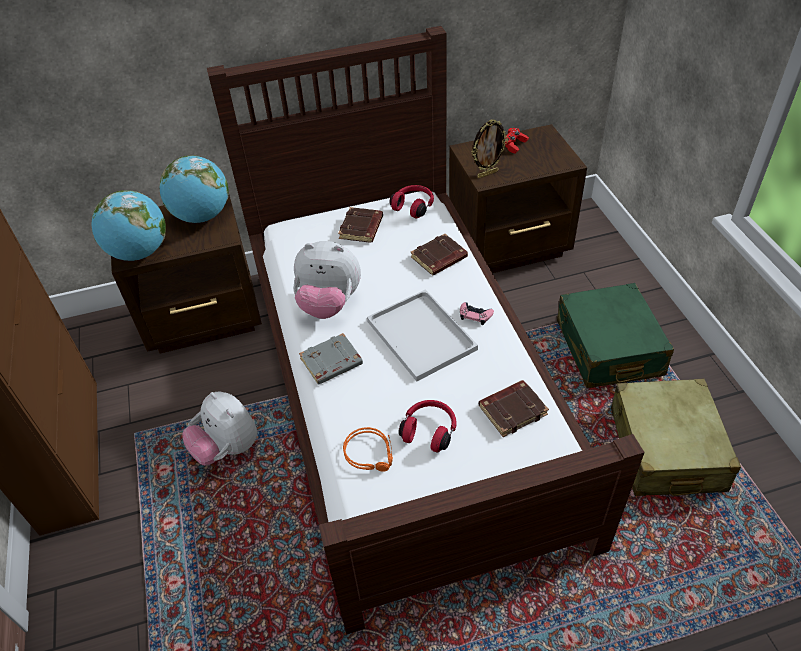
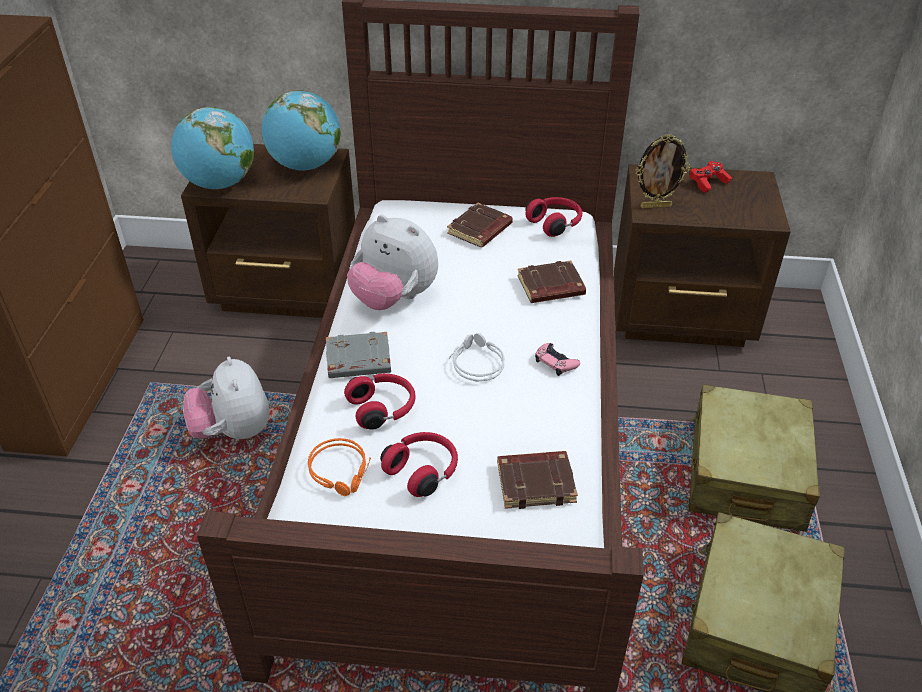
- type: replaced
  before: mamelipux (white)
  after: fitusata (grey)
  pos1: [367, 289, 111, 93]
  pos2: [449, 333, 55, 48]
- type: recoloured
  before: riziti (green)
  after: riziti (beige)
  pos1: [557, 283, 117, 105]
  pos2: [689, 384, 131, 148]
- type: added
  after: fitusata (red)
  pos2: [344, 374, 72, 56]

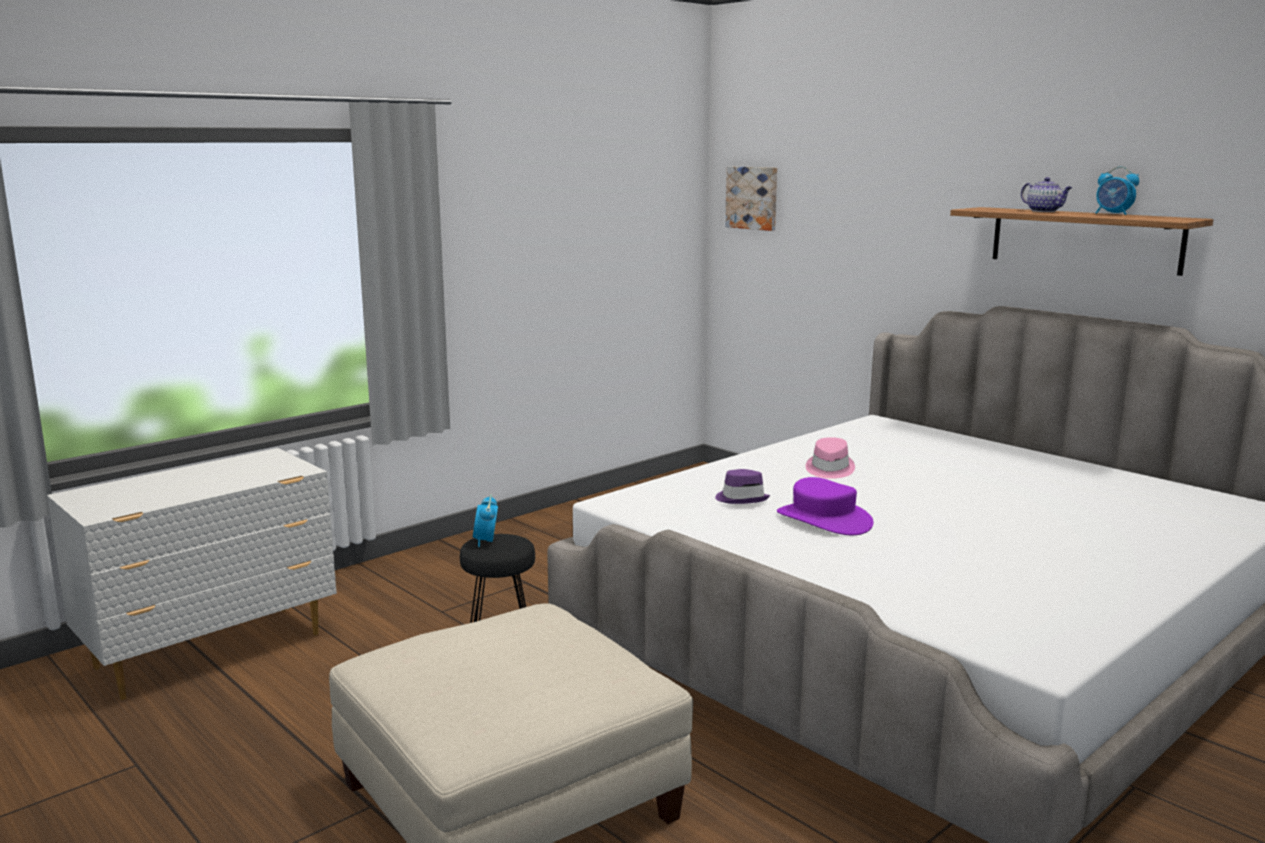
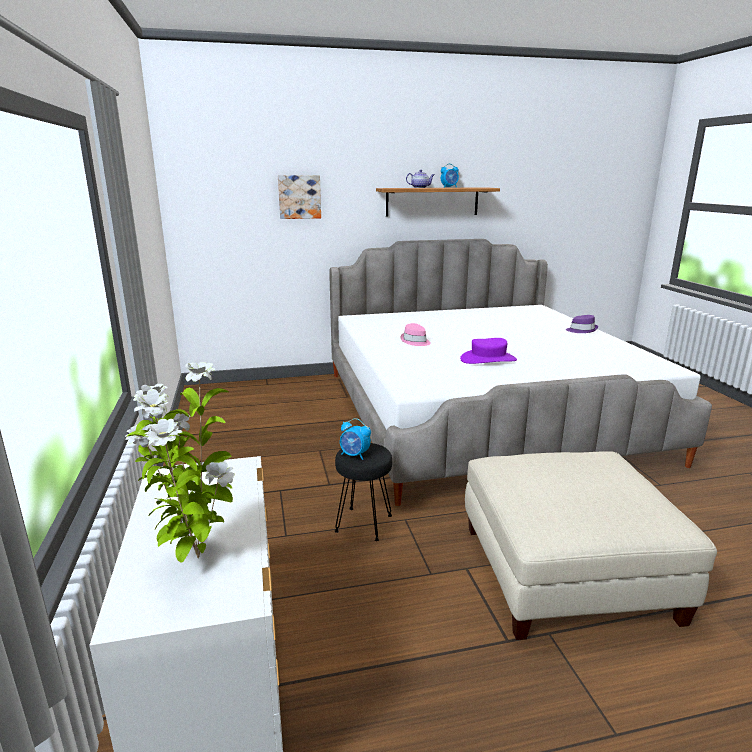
- type: moved
  before: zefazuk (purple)
  pos1: [715, 469, 55, 35]
  pos2: [566, 315, 32, 18]
- type: moved
  before: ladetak
  pos1: [725, 166, 52, 65]
  pos2: [278, 175, 43, 44]
- type: added
  after: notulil
  pos2: [125, 362, 110, 201]

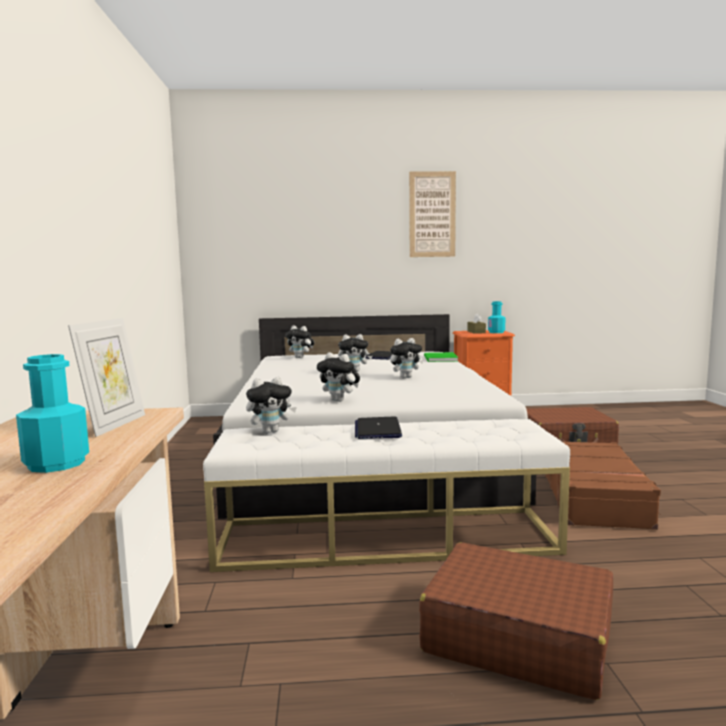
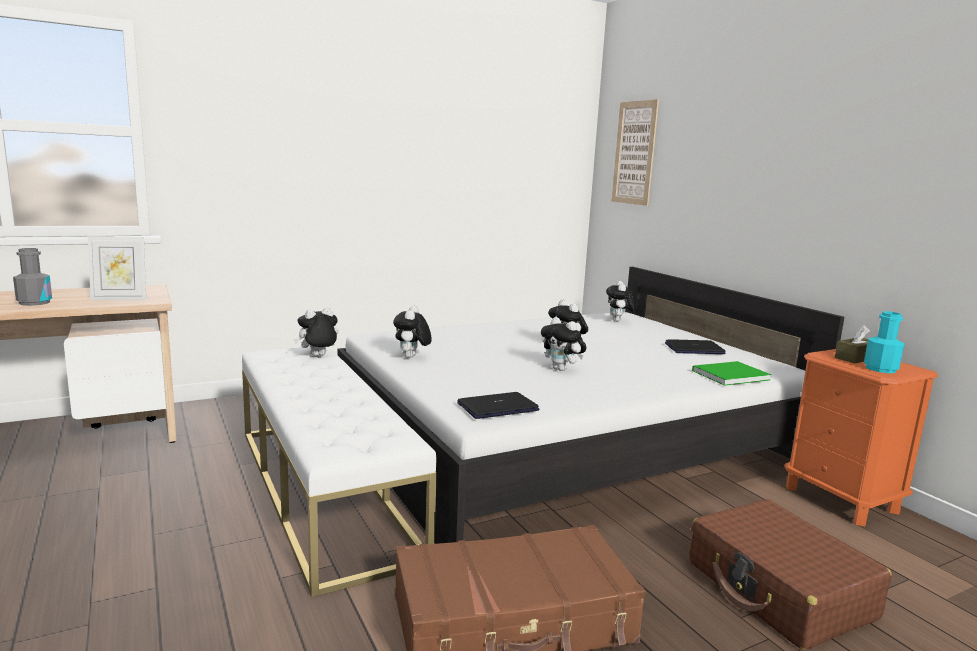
- type: recoloured
  before: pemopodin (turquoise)
  after: pemopodin (grey)
  pos1: [16, 354, 73, 119]
  pos2: [13, 248, 39, 58]
- type: turned
  before: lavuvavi
  pos1: [246, 377, 51, 57]
  pos2: [294, 307, 44, 49]
  turn: 105
- type: moved
  before: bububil
  pos1: [355, 417, 47, 22]
  pos2: [457, 392, 82, 27]
- type: moved
  before: ladetak
  pos1: [409, 171, 47, 86]
  pos2: [611, 99, 48, 107]
- type: removed
  before: riziti (brown)
  pos1: [419, 542, 194, 158]

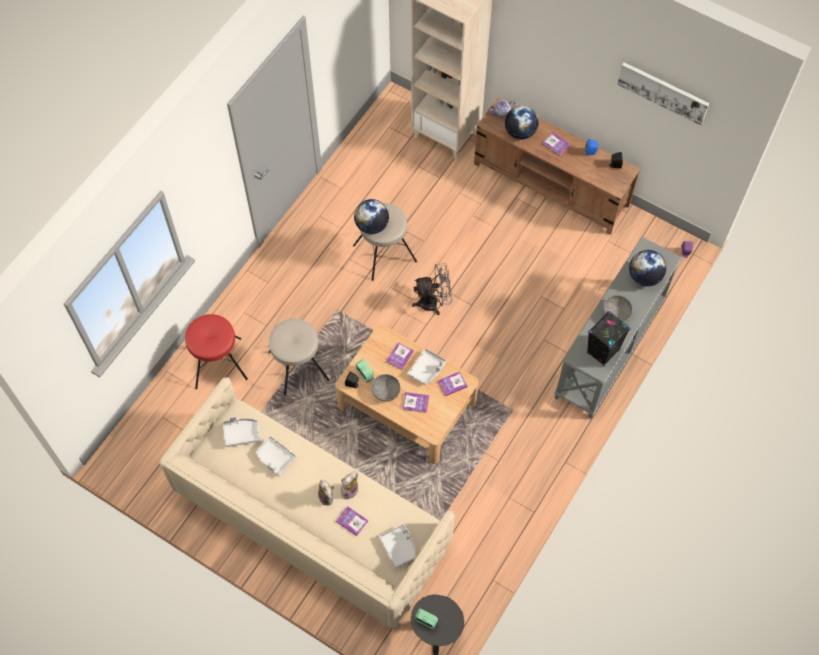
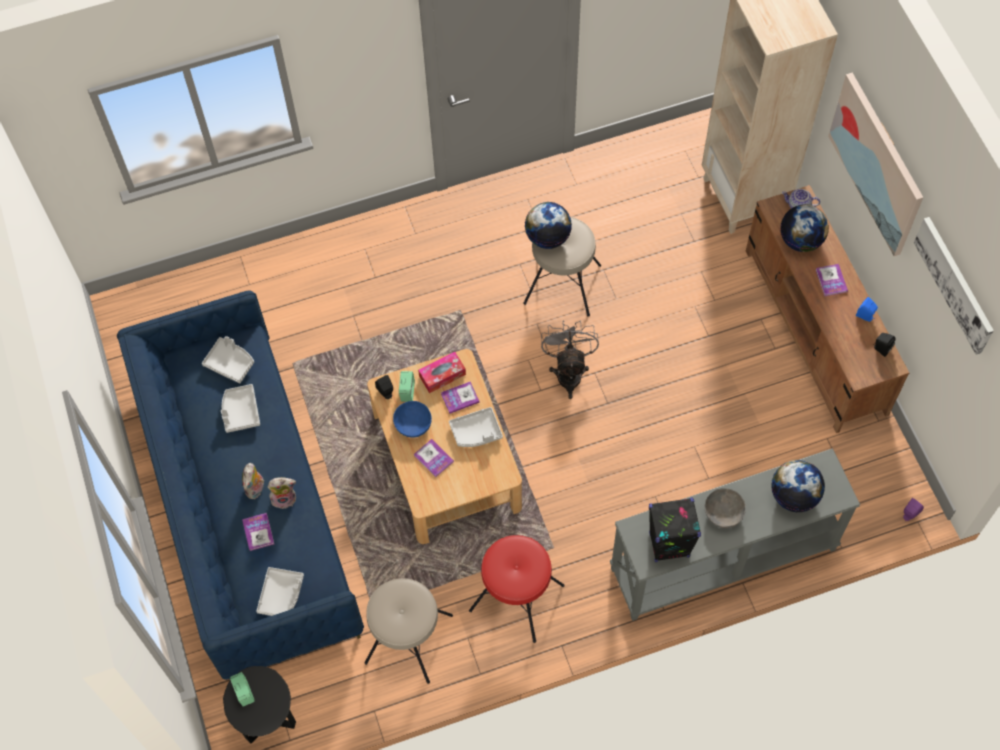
- type: recoloured
  before: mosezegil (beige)
  after: mosezegil (blue)
  pos1: [159, 377, 296, 252]
  pos2: [117, 290, 247, 390]
- type: moved
  before: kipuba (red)
  pos1: [185, 314, 63, 75]
  pos2: [469, 535, 96, 108]
- type: moved
  before: kipuba (beige)
  pos1: [268, 318, 61, 78]
  pos2: [364, 578, 89, 106]
- type: recoloured
  before: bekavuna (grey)
  after: bekavuna (blue)
  pos1: [371, 374, 29, 28]
  pos2: [393, 401, 39, 37]
- type: turned
  before: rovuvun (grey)
  pos1: [412, 263, 40, 52]
  pos2: [541, 320, 58, 79]
  turn: -120
- type: removed
  before: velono
  pos1: [438, 371, 30, 25]
- type: added
  after: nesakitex
  pos2: [418, 352, 48, 41]
- type: added
  after: ladetak
  pos2: [828, 73, 95, 183]

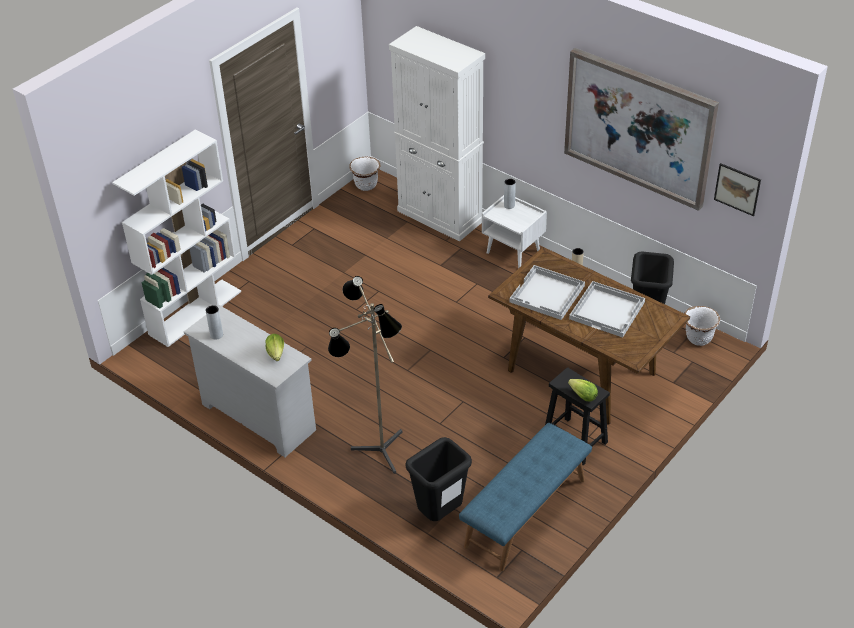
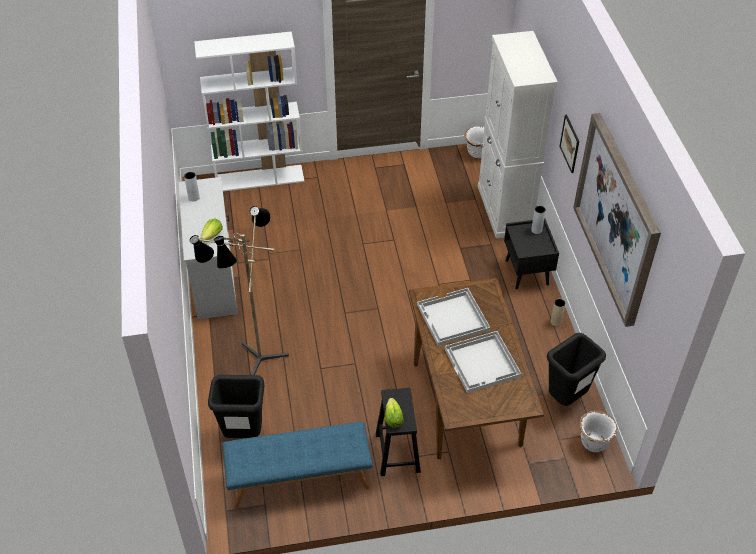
- type: recoloured
  before: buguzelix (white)
  after: buguzelix (black)
  pos1: [482, 195, 65, 74]
  pos2: [504, 218, 55, 72]
- type: moved
  before: ladetak
  pos1: [714, 163, 47, 53]
  pos2: [559, 115, 20, 58]

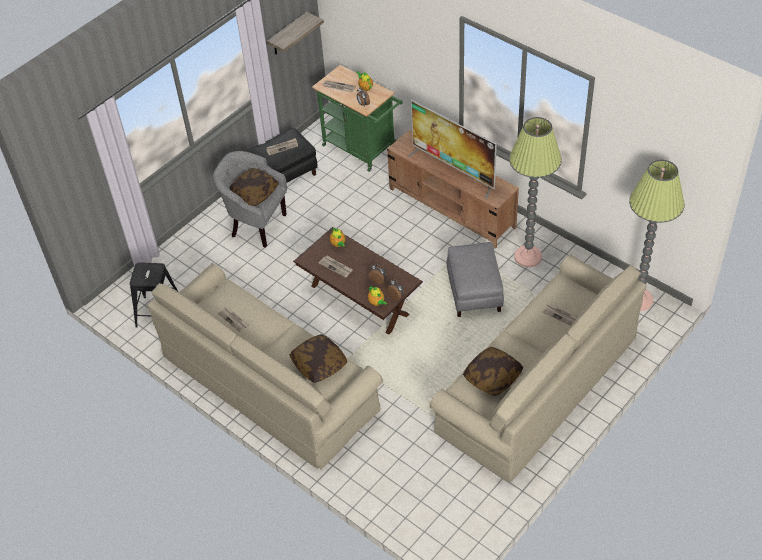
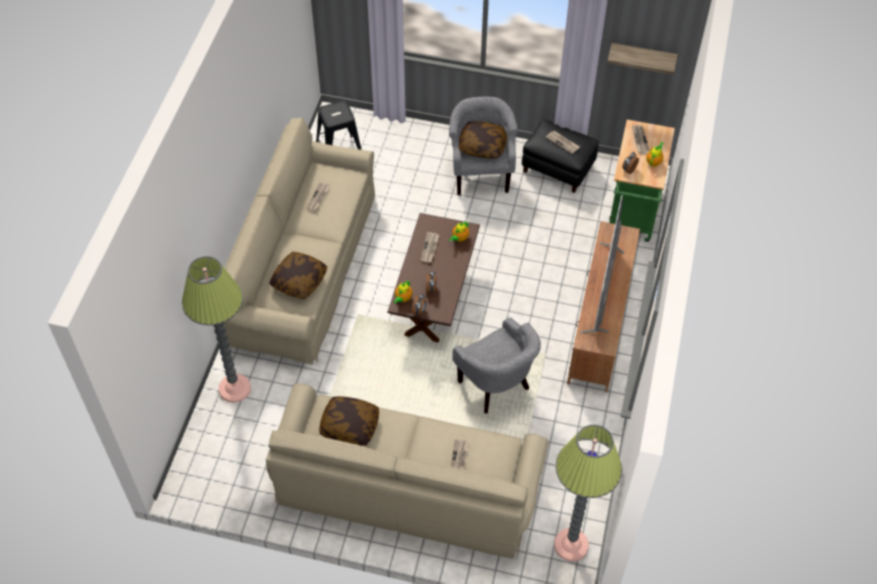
- type: replaced
  before: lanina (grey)
  after: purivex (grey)
  pos1: [447, 242, 57, 75]
  pos2: [452, 317, 89, 96]
- type: moved
  before: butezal
  pos1: [509, 117, 53, 150]
  pos2: [182, 256, 69, 147]

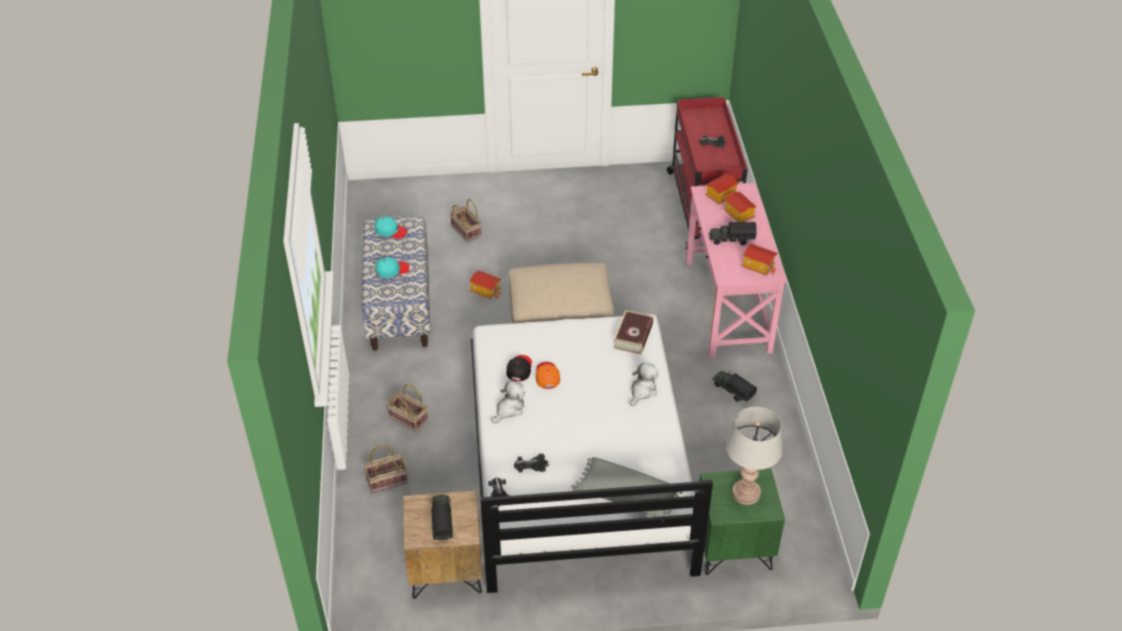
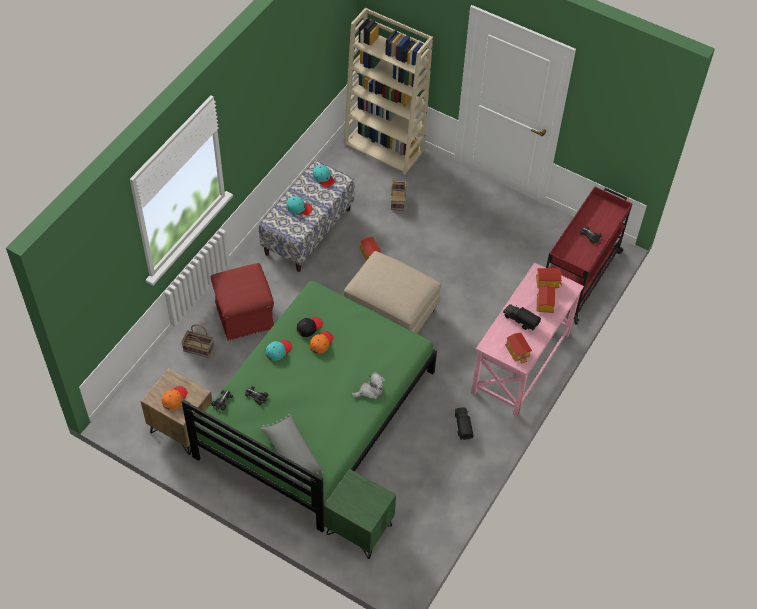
- type: replaced
  before: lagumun
  after: lanina (red)
  pos1: [386, 384, 42, 48]
  pos2: [211, 263, 63, 78]
- type: replaced
  before: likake
  after: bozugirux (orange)
  pos1: [430, 495, 23, 46]
  pos2: [162, 386, 26, 24]
- type: recoloured
  before: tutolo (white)
  after: tutolo (green)
  pos1: [471, 314, 242, 279]
  pos2: [182, 281, 255, 251]
- type: replaced
  before: lavuvavi
  after: bozugirux (turquoise)
  pos1: [491, 380, 34, 43]
  pos2: [266, 340, 26, 21]
- type: removed
  before: velono
  pos1: [613, 310, 40, 45]
- type: removed
  before: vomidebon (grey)
  pos1: [726, 407, 57, 98]
- type: added
  after: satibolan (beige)
  pos2: [343, 8, 90, 166]

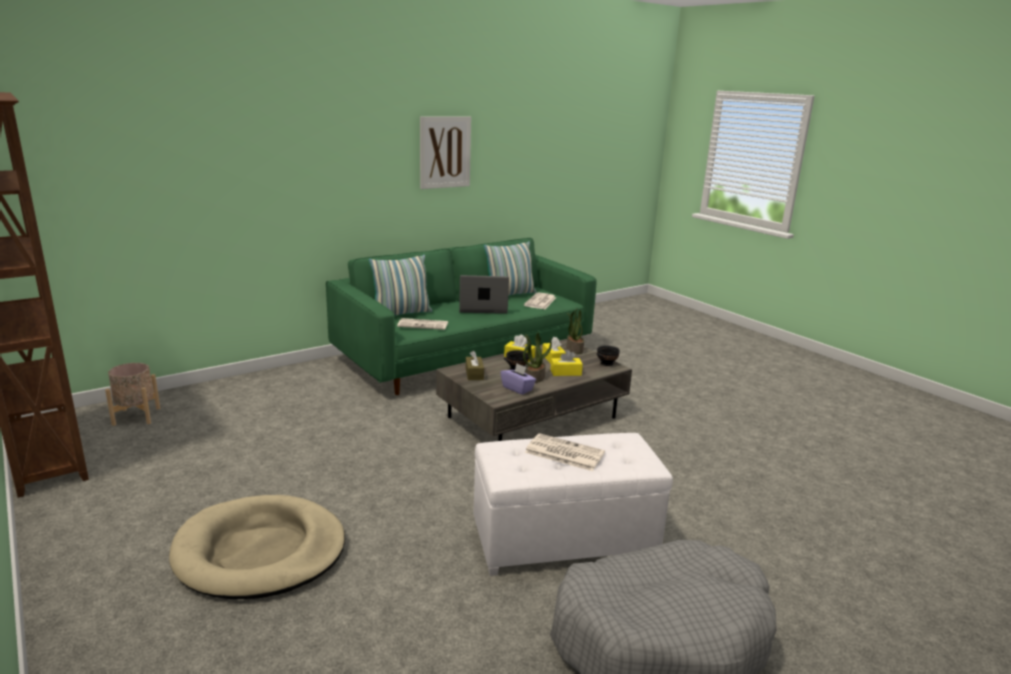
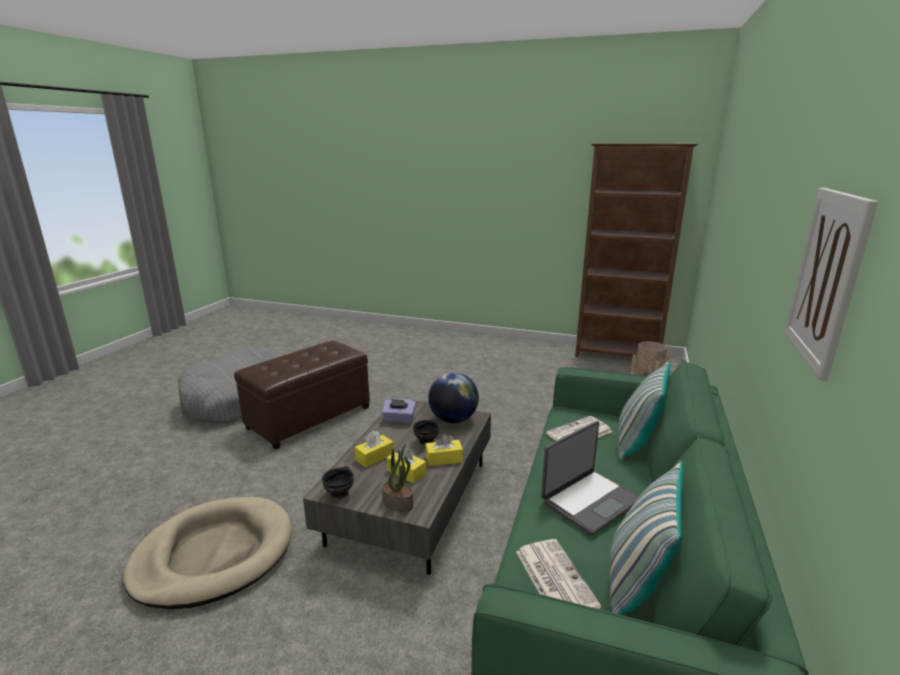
- type: moved
  before: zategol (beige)
  pos1: [169, 495, 176, 104]
  pos2: [124, 497, 168, 112]
- type: replaced
  before: nesakitex (brown)
  after: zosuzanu
  pos1: [466, 350, 18, 30]
  pos2: [428, 372, 51, 51]
- type: recoloured
  before: lanina (white)
  after: lanina (brown)
  pos1: [473, 433, 200, 143]
  pos2: [234, 341, 136, 109]
- type: removed
  before: notulil
  pos1: [523, 332, 29, 51]
- type: removed
  before: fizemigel
  pos1: [525, 433, 80, 38]

